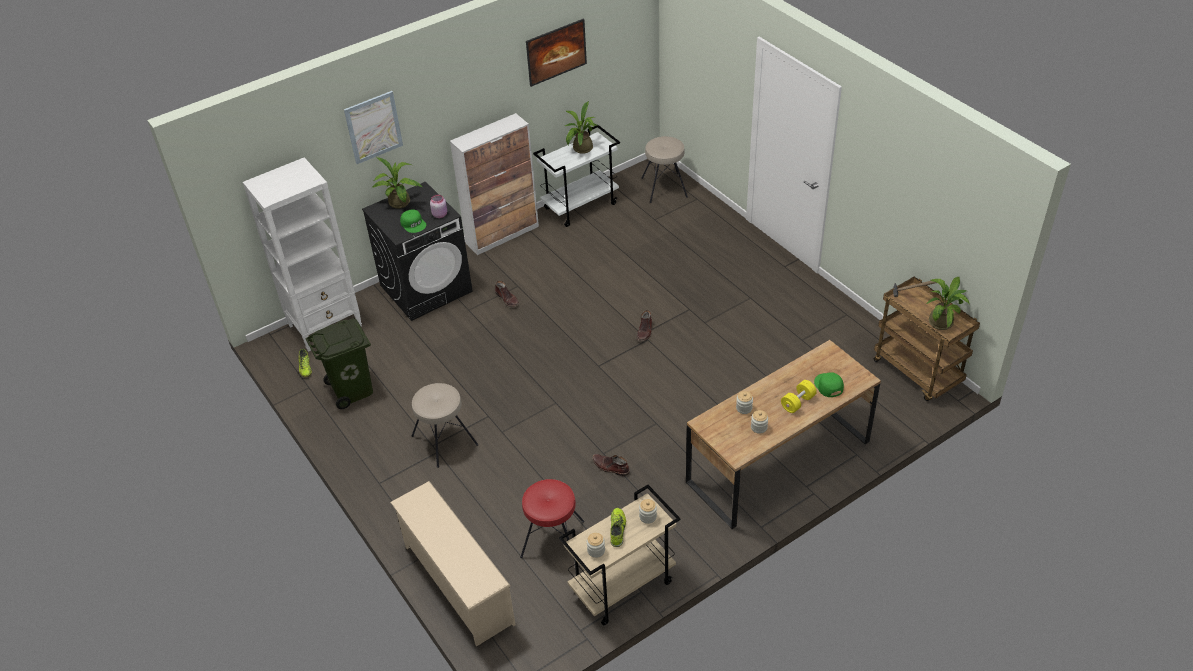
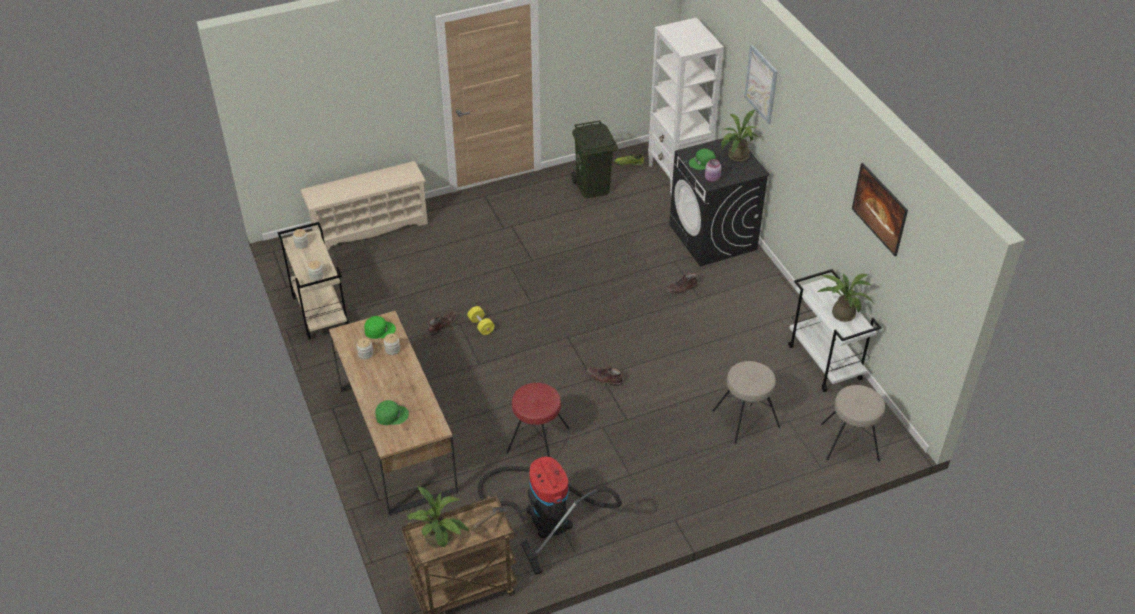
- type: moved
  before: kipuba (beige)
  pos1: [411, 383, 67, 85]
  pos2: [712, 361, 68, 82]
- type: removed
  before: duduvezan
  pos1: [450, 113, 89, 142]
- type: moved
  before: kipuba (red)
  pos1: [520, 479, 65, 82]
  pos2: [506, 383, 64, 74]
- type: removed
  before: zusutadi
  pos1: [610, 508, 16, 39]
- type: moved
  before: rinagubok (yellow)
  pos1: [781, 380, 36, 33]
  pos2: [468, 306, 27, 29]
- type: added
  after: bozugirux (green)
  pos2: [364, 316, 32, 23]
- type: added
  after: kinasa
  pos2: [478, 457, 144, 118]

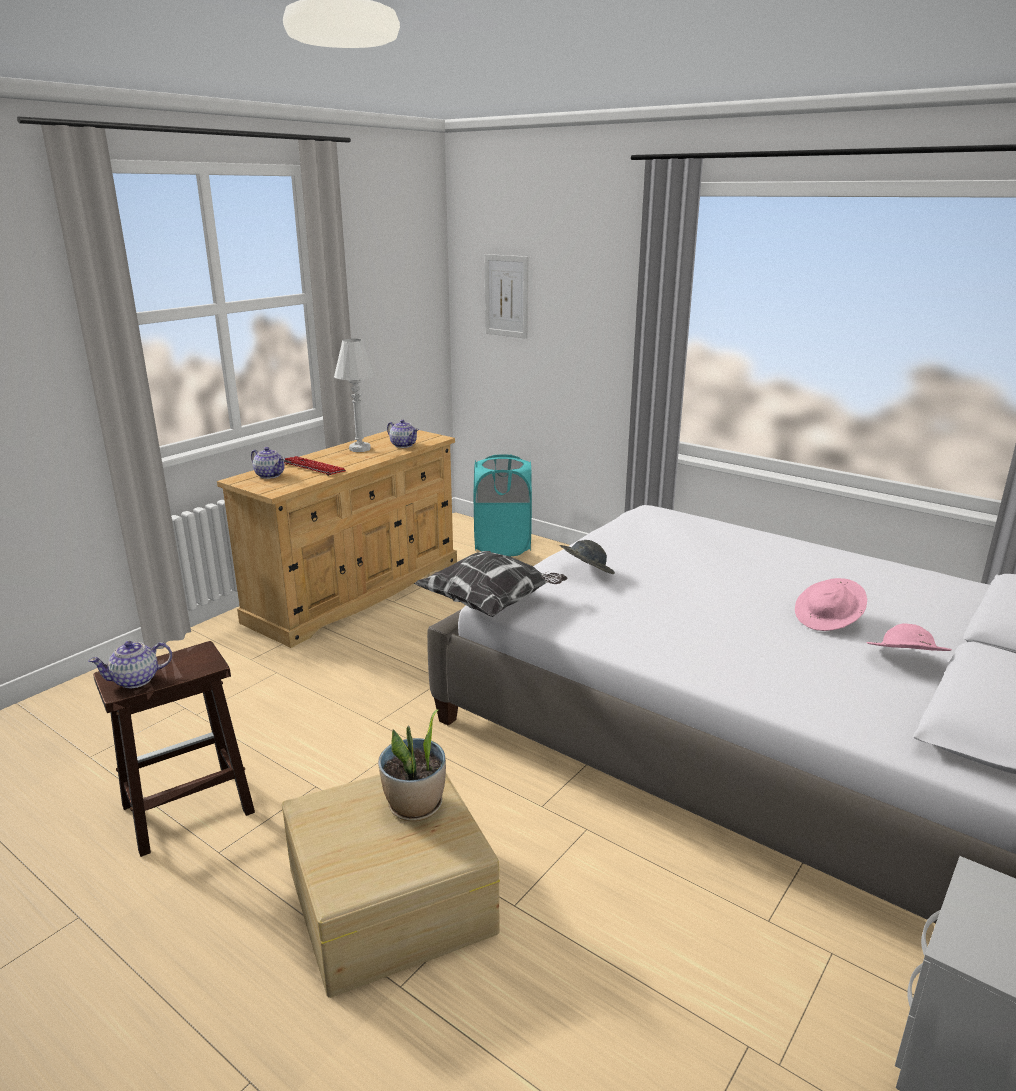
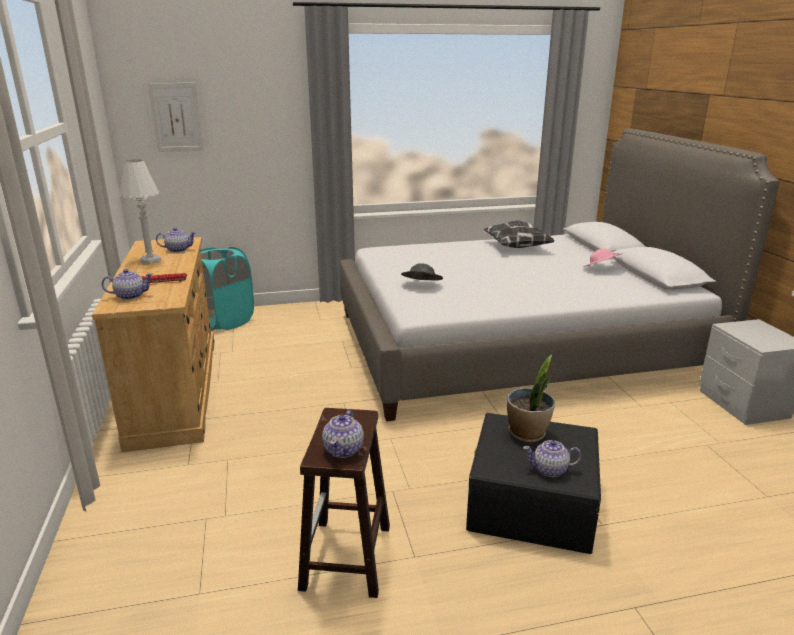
- type: recoloured
  before: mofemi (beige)
  after: mofemi (black)
  pos1: [282, 774, 218, 224]
  pos2: [466, 413, 135, 141]
- type: moved
  before: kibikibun
  pos1: [414, 551, 154, 66]
  pos2: [484, 220, 71, 28]
- type: removed
  before: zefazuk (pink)
  pos1: [795, 578, 72, 53]
- type: added
  after: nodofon
  pos2: [523, 440, 59, 37]

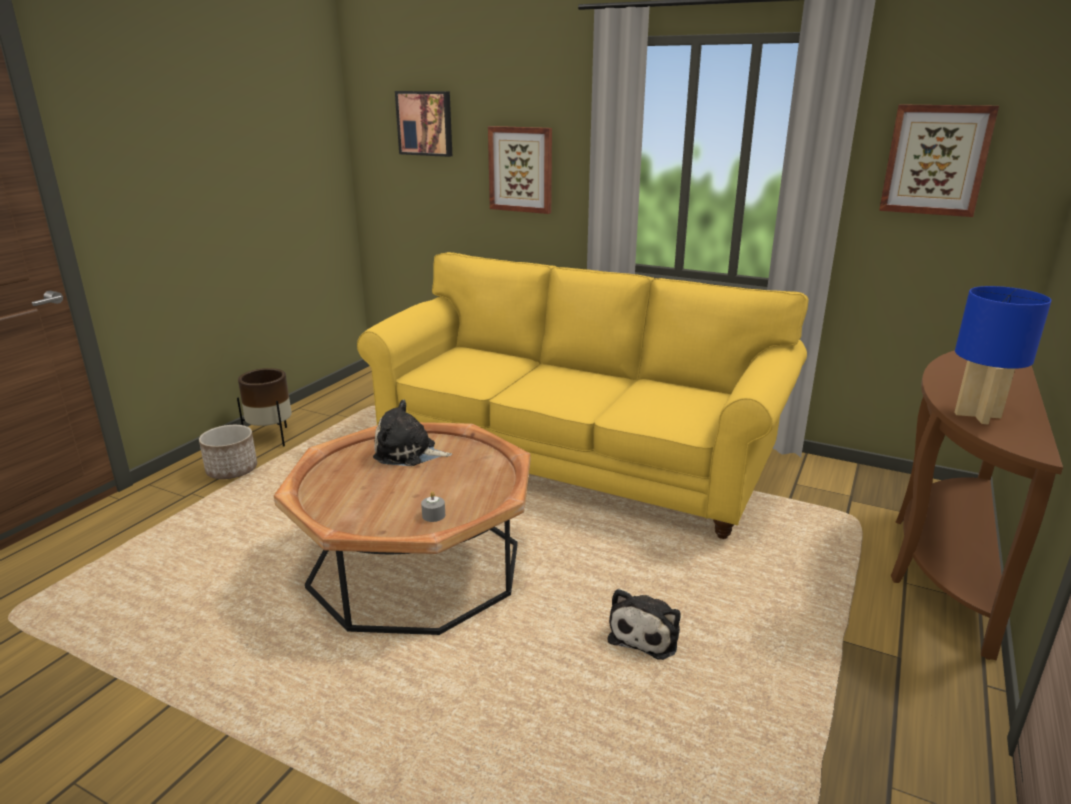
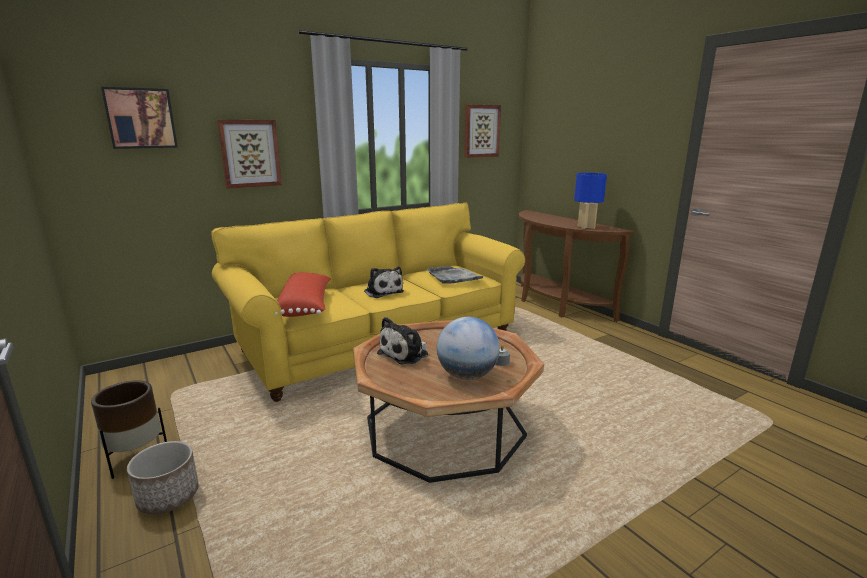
- type: moved
  before: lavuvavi
  pos1: [608, 589, 73, 71]
  pos2: [364, 267, 40, 31]
- type: added
  after: kibikibun (red)
  pos2: [275, 272, 56, 45]
- type: added
  after: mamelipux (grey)
  pos2: [427, 266, 56, 18]
- type: added
  after: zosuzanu
  pos2: [437, 317, 63, 63]

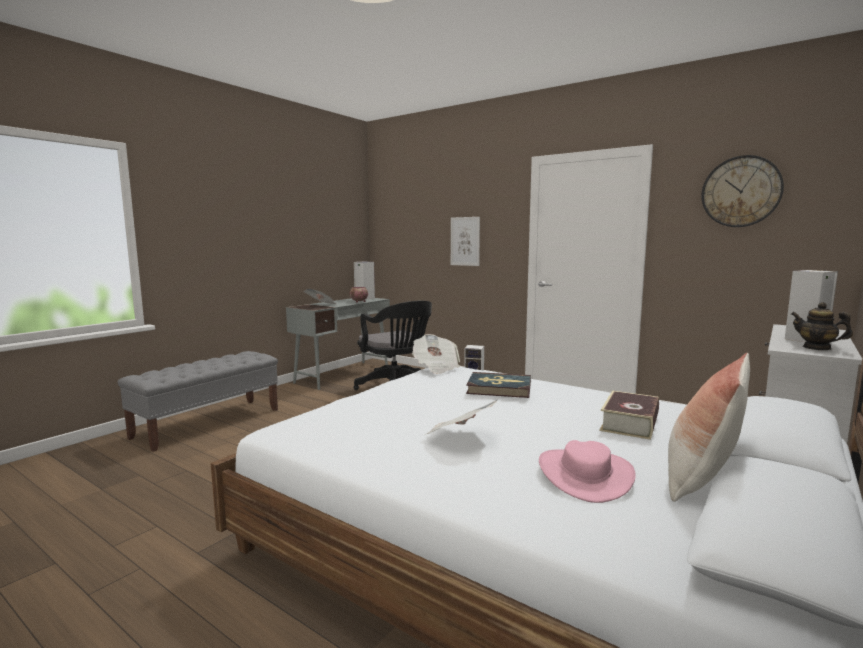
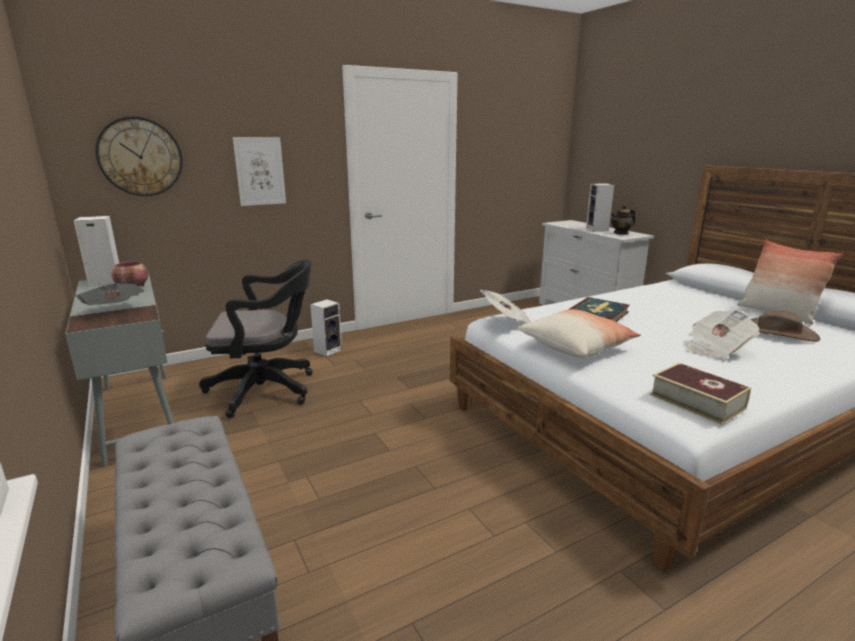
- type: recoloured
  before: zefazuk (pink)
  after: zefazuk (brown)
  pos1: [539, 440, 96, 63]
  pos2: [751, 311, 69, 30]
- type: moved
  before: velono
  pos1: [600, 391, 59, 49]
  pos2: [649, 363, 102, 62]
- type: moved
  before: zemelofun
  pos1: [701, 155, 83, 72]
  pos2: [96, 116, 86, 80]
- type: added
  after: kibikibun
  pos2: [518, 309, 123, 49]

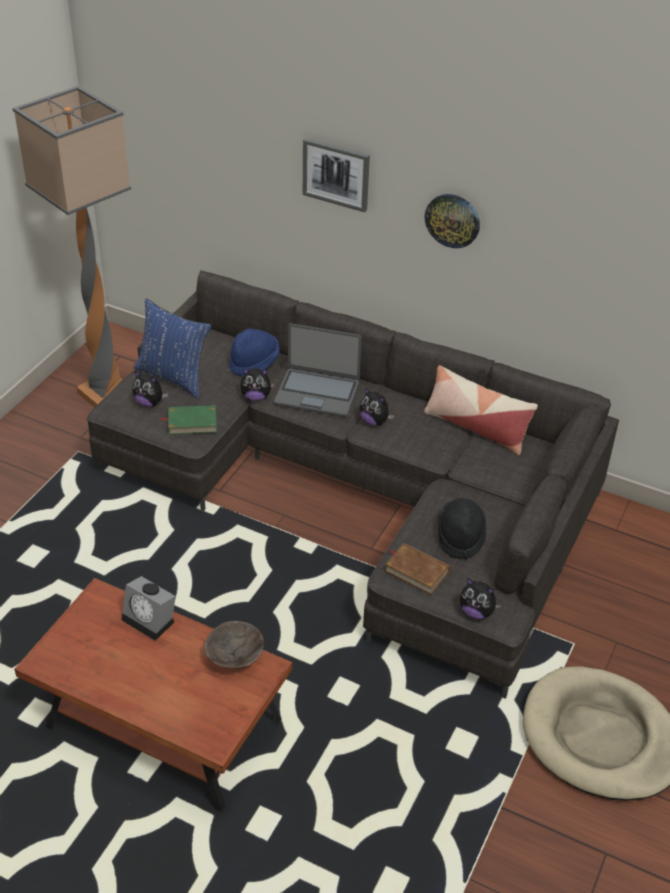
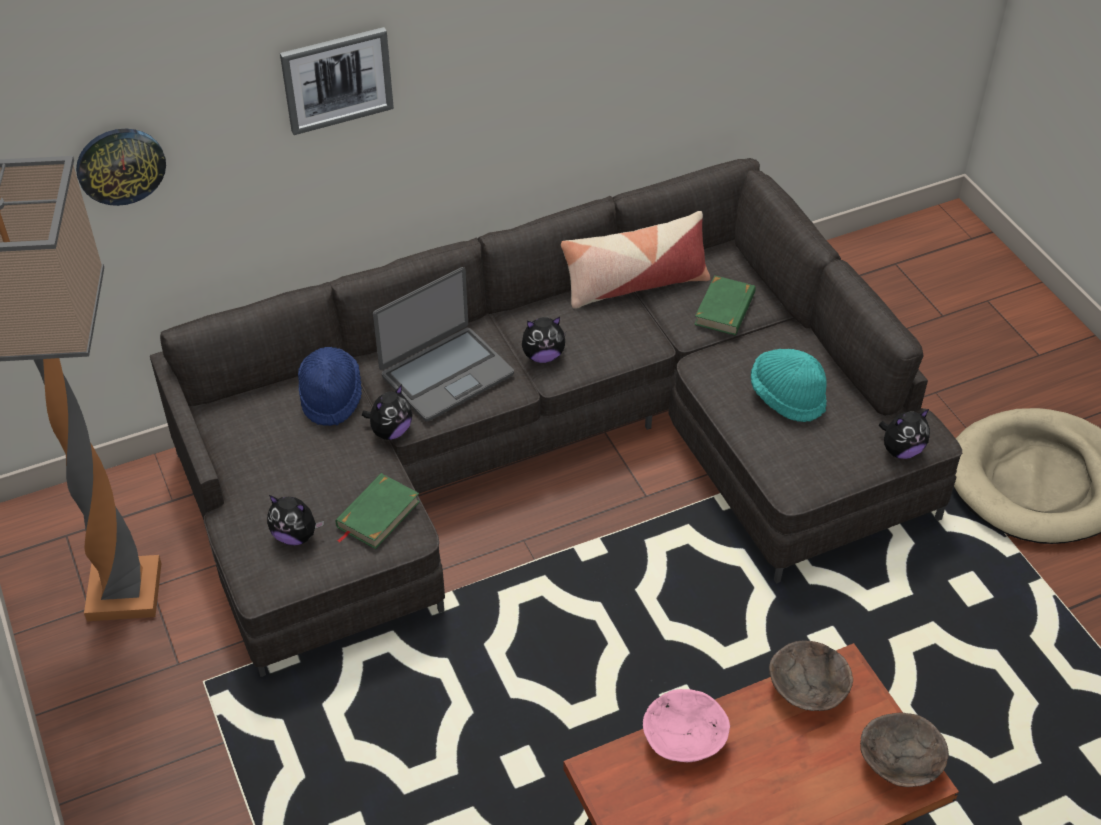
- type: replaced
  before: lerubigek
  after: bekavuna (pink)
  pos1: [122, 576, 54, 65]
  pos2: [643, 689, 87, 73]
- type: turned
  before: lavuvavi
  pos1: [132, 371, 36, 36]
  pos2: [267, 495, 57, 51]
  turn: 45
- type: removed
  before: kibikibun (blue)
  pos1: [134, 298, 77, 101]
- type: removed
  before: velono (brown)
  pos1: [385, 543, 65, 51]
- type: moved
  before: zemelofun
  pos1: [425, 194, 55, 54]
  pos2: [76, 129, 90, 77]
- type: recoloured
  before: zefazuk (black)
  after: zefazuk (turquoise)
  pos1: [438, 498, 48, 61]
  pos2: [751, 349, 76, 73]
- type: added
  after: velono (green)
  pos2: [694, 275, 62, 60]
- type: added
  after: bekavuna (brown)
  pos2: [860, 713, 89, 74]

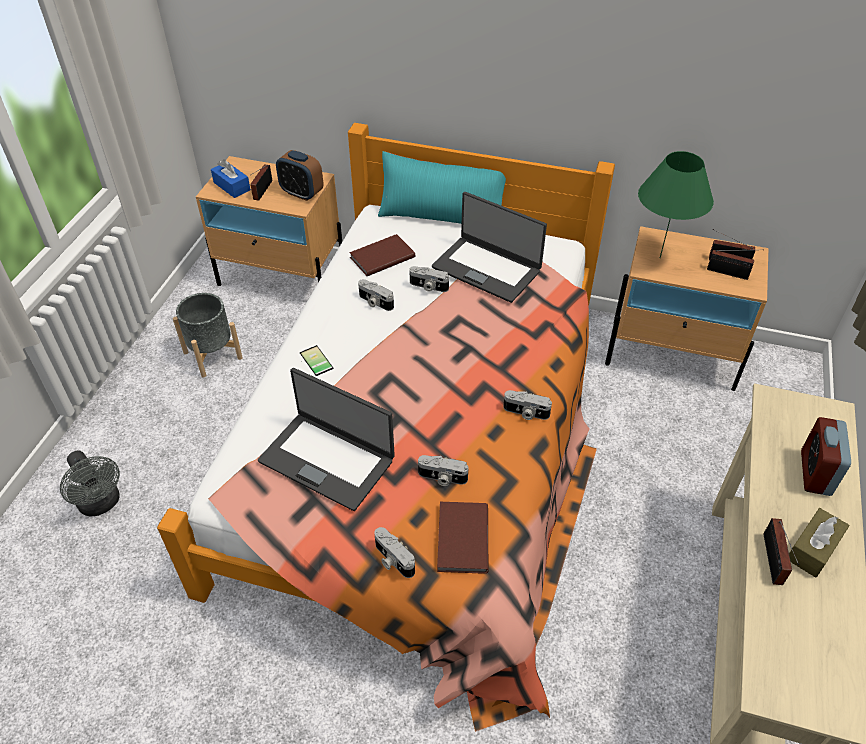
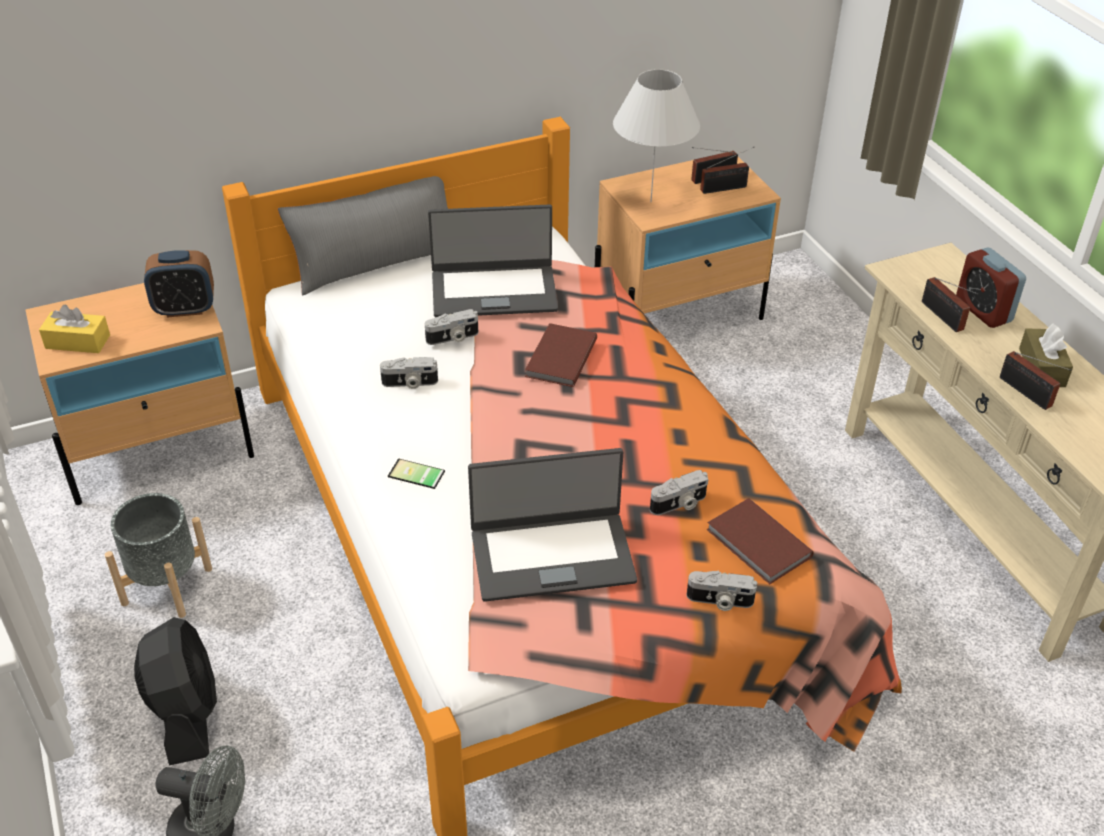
- type: recoloured
  before: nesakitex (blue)
  after: nesakitex (yellow)
  pos1: [211, 159, 40, 39]
  pos2: [39, 304, 71, 49]
- type: moved
  before: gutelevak
  pos1: [250, 164, 22, 37]
  pos2: [922, 277, 56, 55]
- type: moved
  before: velono (brown)
  pos1: [349, 234, 66, 42]
  pos2: [525, 323, 72, 64]
- type: recoloured
  before: kibikibun (turquoise)
  after: kibikibun (grey)
  pos1: [378, 151, 128, 73]
  pos2: [278, 176, 170, 120]
- type: removed
  before: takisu
  pos1: [503, 390, 49, 30]
- type: recoloured
  before: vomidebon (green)
  after: vomidebon (white)
  pos1: [638, 151, 76, 107]
  pos2: [613, 69, 87, 133]
- type: added
  after: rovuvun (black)
  pos2: [134, 617, 83, 149]

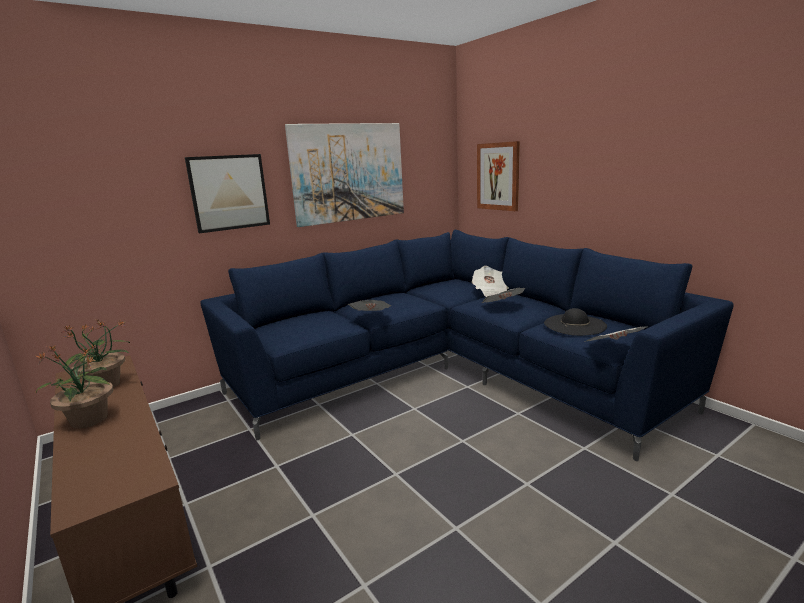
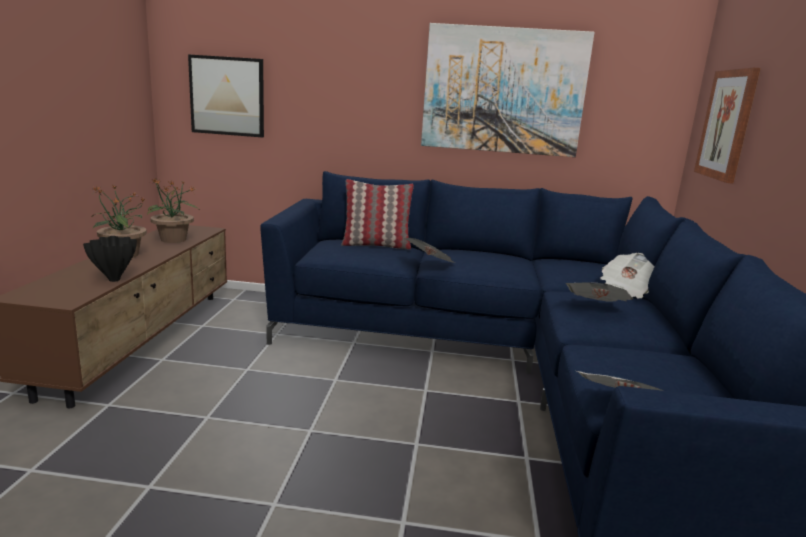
- type: moved
  before: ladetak
  pos1: [185, 154, 85, 79]
  pos2: [188, 54, 76, 84]
- type: removed
  before: zefazuk (black)
  pos1: [544, 308, 63, 28]
- type: added
  after: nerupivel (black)
  pos2: [83, 236, 54, 46]
- type: added
  after: kibikibun
  pos2: [341, 179, 73, 71]

